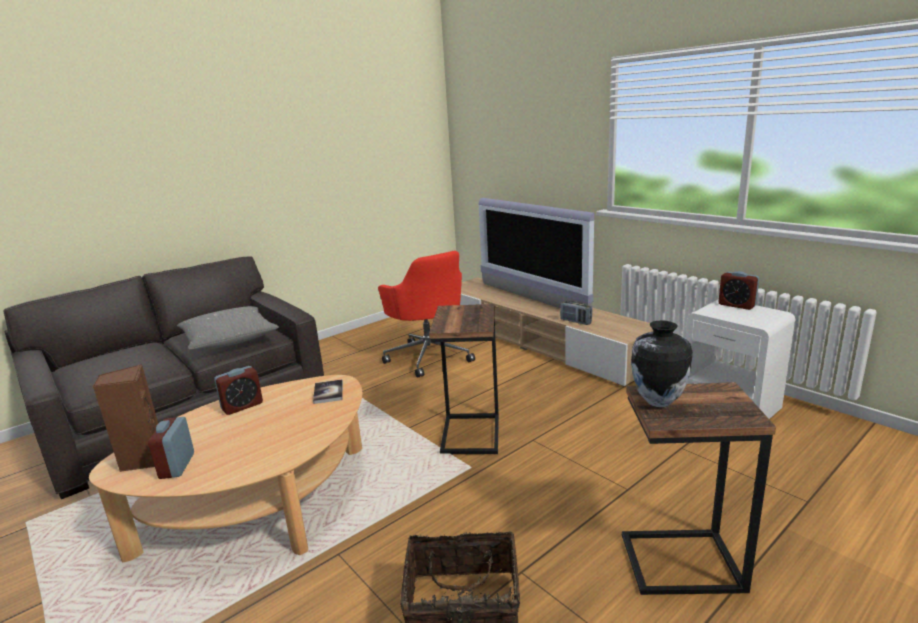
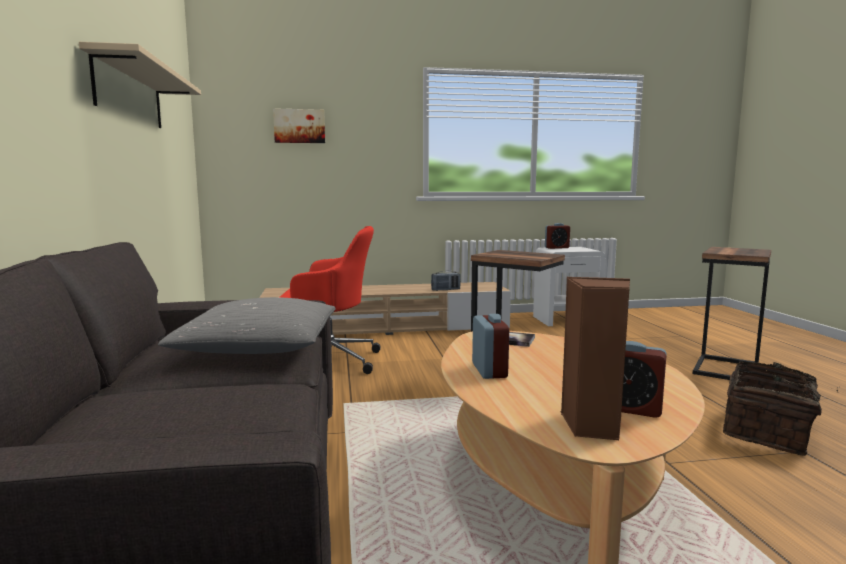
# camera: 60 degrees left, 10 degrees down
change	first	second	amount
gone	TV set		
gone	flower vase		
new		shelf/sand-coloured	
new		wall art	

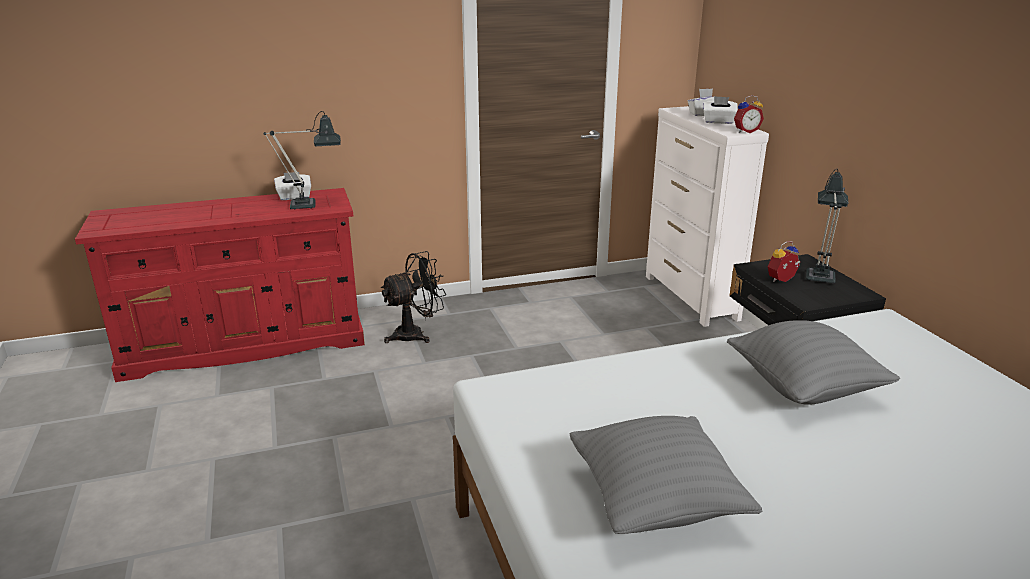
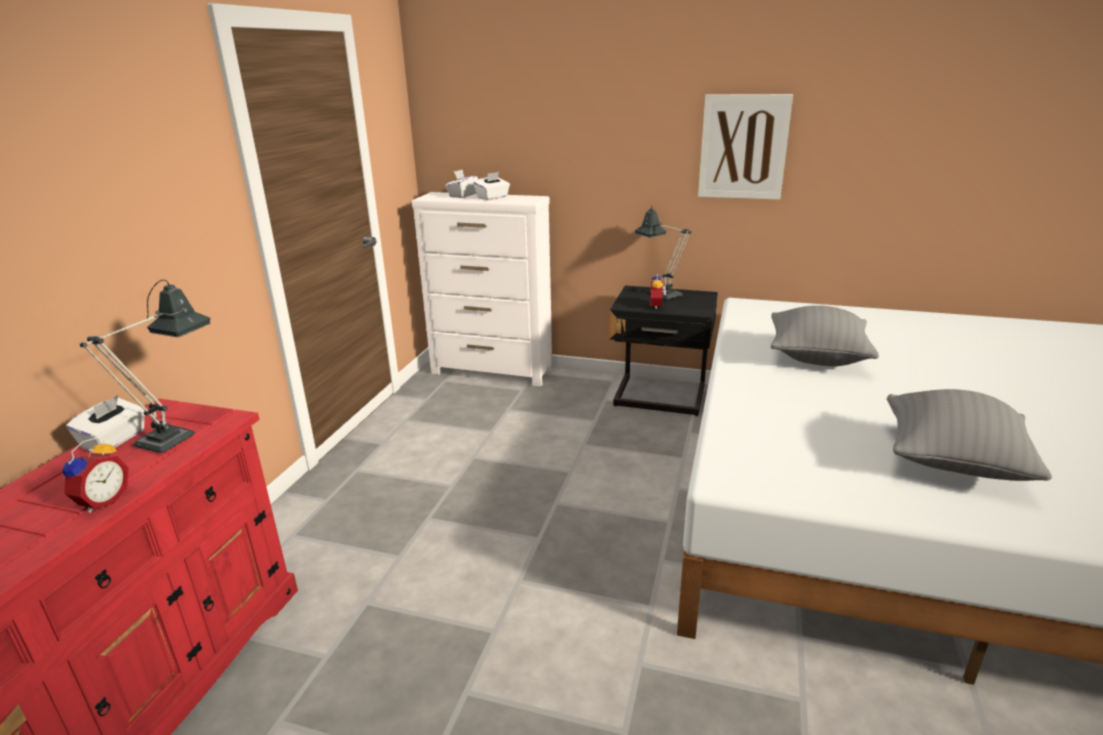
# camera: 55 degrees left, 0 degrees up
change	first	second	amount
shifted	alarm clock (no. 1 from left)		
gone	fan/blackish		
new		wall art	

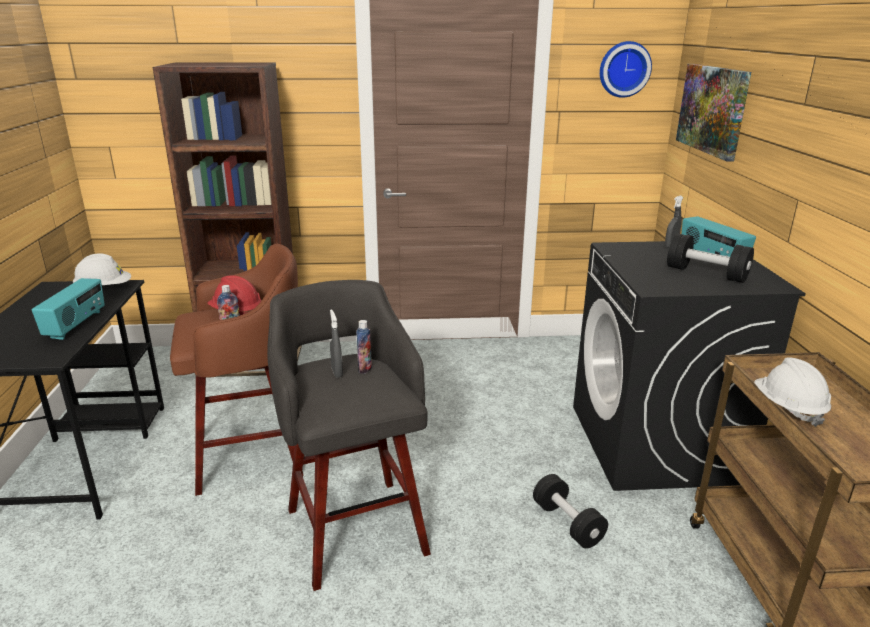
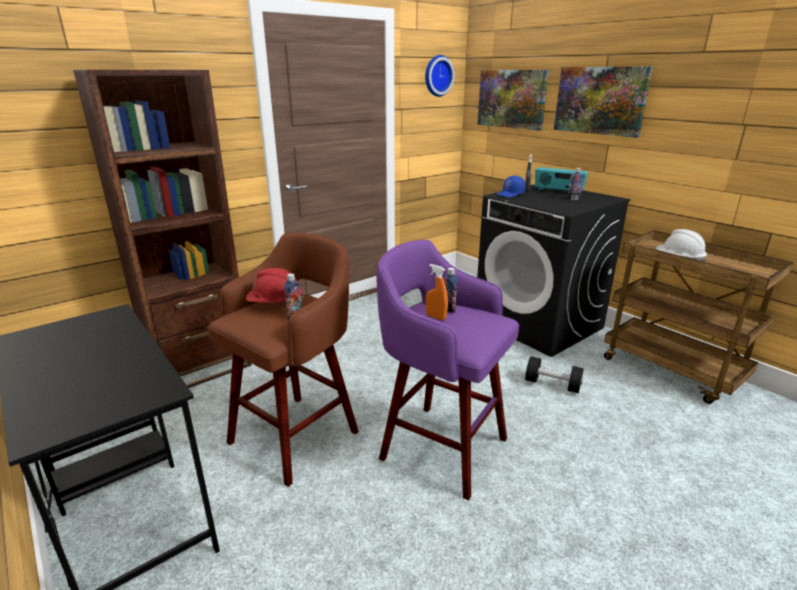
# camera: 35 degrees left, 0 degrees up
change	first	second	amount
swapped	dumbbell/blackish (no. 2 from left)	bottle (no. 3 from left)	
gone	hard hat/whitish (no. 1 from left)		
gone	radio set (no. 1 from left)		
repainted	stool seat/gray	stool seat/purplish	
repainted	sprayer/gray (no. 1 from left)	sprayer/orange	
new		wall art (no. 2 from left)	
new		peaked cap/blue-coloured	

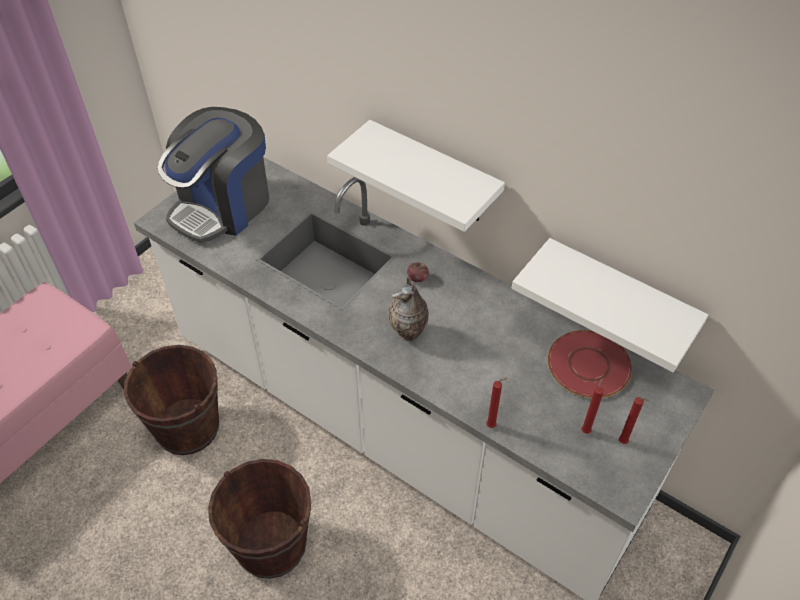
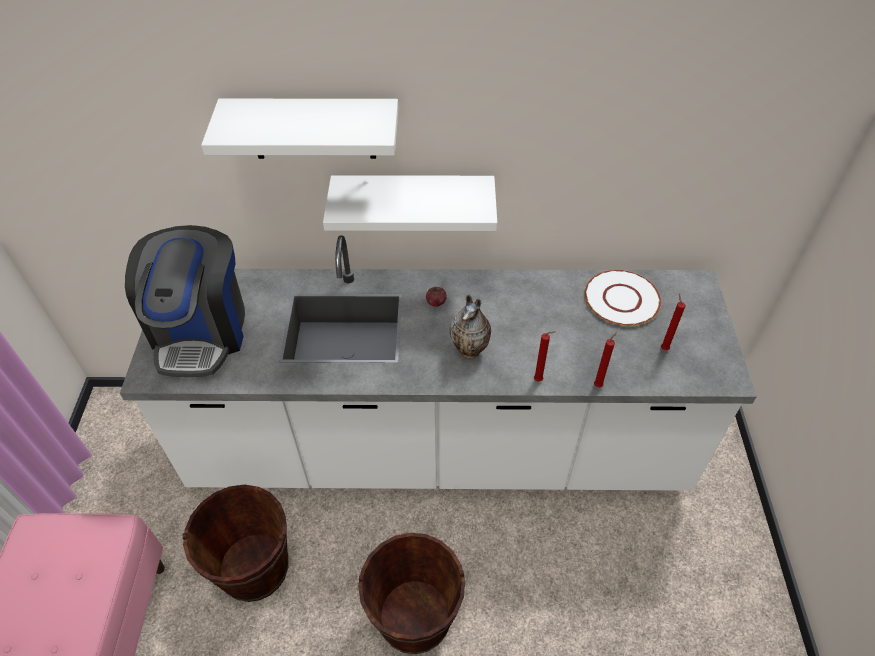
# camera: 35 degrees left, 0 degrees up
change	first	second	amount
shifted	shelf/whitish (no. 2 from left in the first image)	shelf/whitish (no. 1 from left)	
repainted	plate/red-coloured	plate/whitish	
shifted	wax light/red-coloured (no. 3 from left in the first image)	wax light/red-coloured (no. 1 from left)	

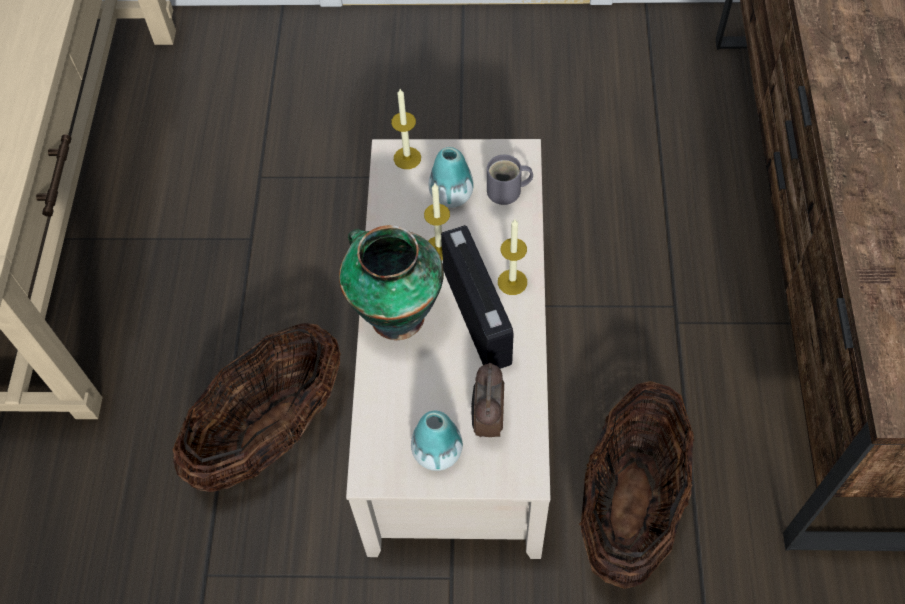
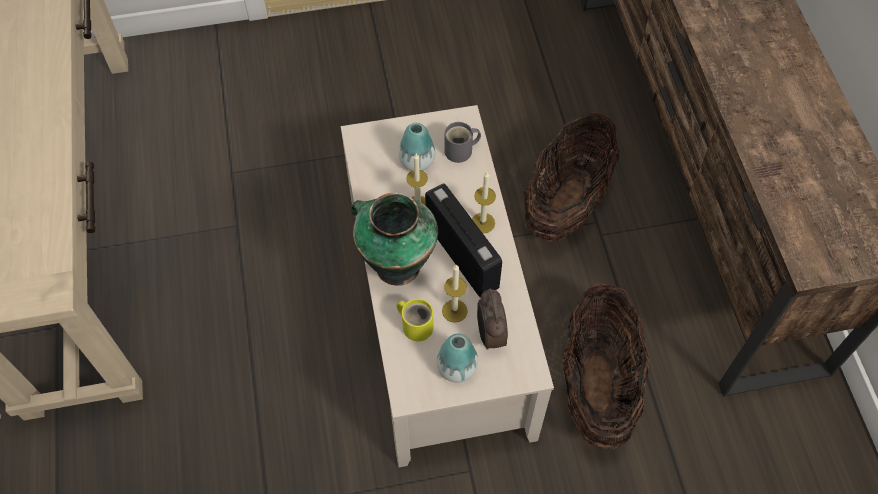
# camera: 15 degrees left, 0 degrees up
change	first	second	amount
shifted	wax light (no. 1 from left in the first image)	wax light (no. 2 from left)	
shifted	household basket (no. 1 from left)		
new		coffee mug/yellow	

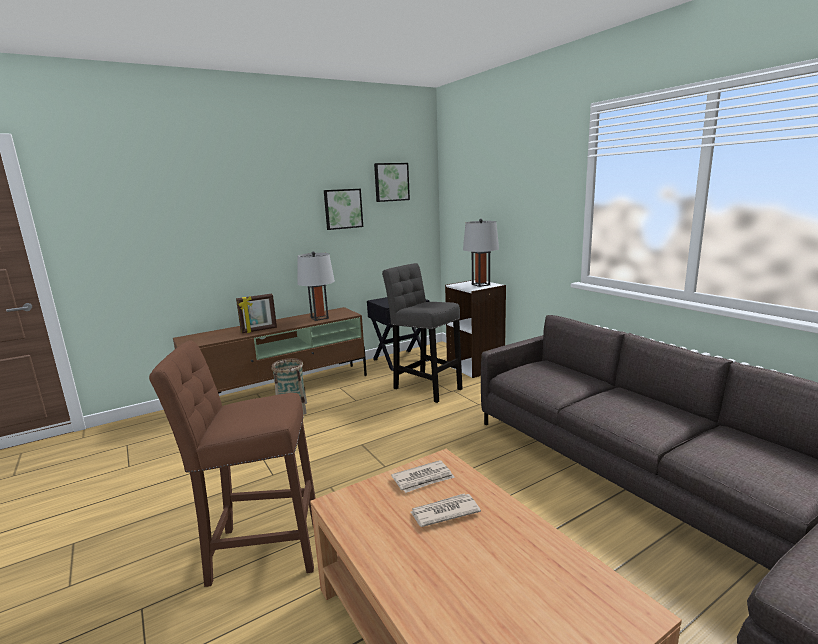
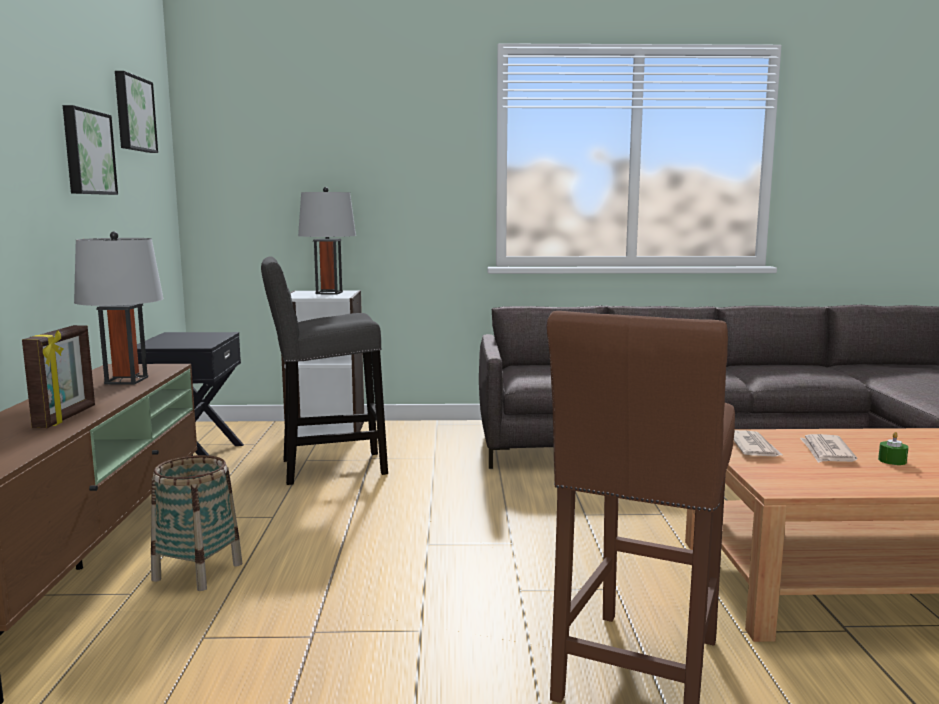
# camera: 60 degrees left, 5 degrees down
change	first	second	amount
new		wax light/green	

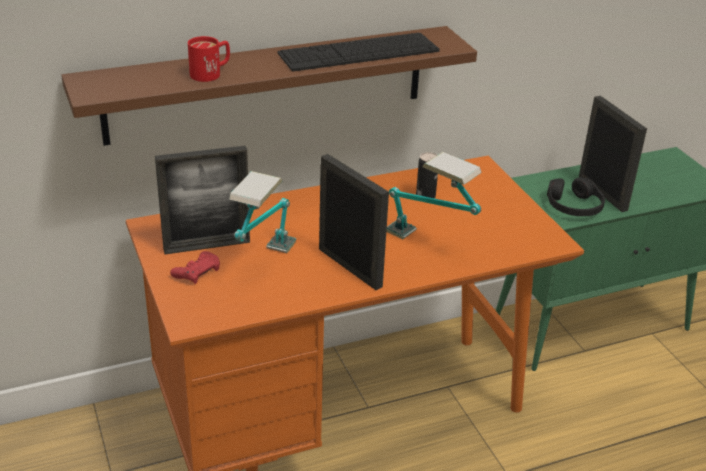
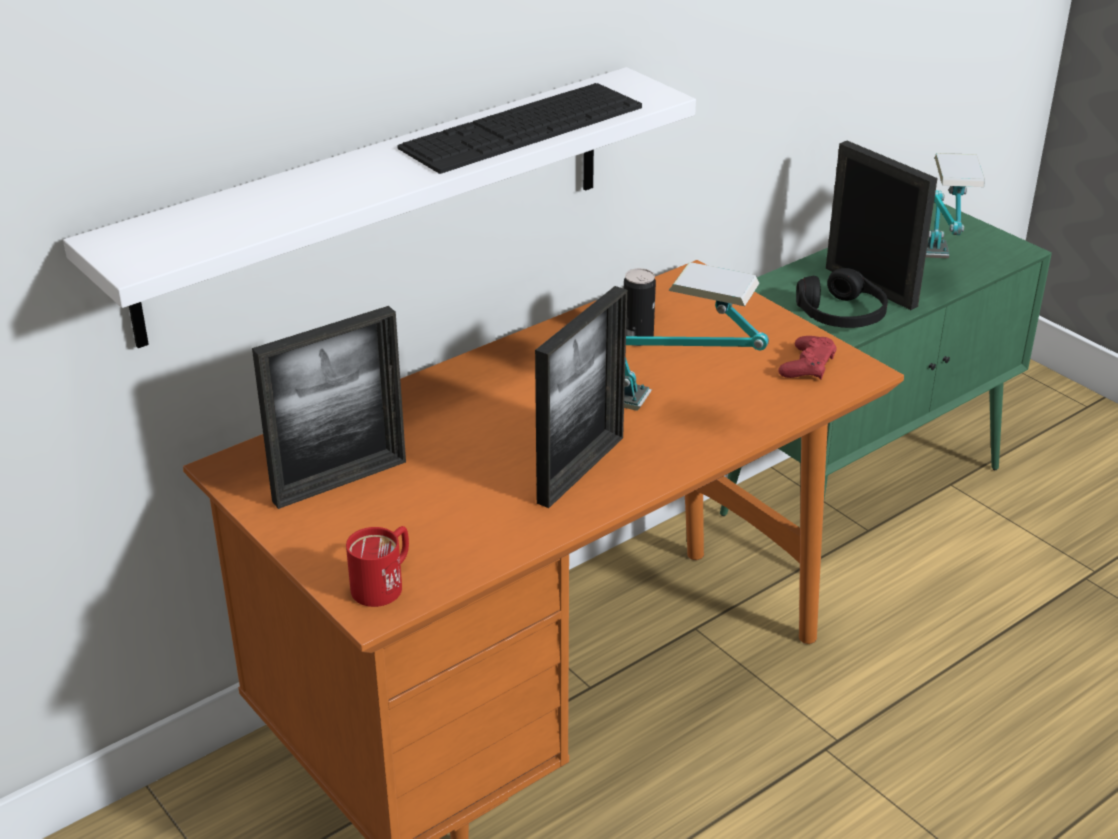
# camera: 15 degrees left, 0 degrees up
change	first	second	amount
repainted	shelf/brown	shelf/whitish	
shifted	coffee mug/red-coloured		
rotated	picture frame (no. 2 from left)		90 degrees clockwise
shifted	lamp for a table (no. 1 from left in the first image)	lamp for a table (no. 2 from left)	
shifted	game controller/red-coloured		

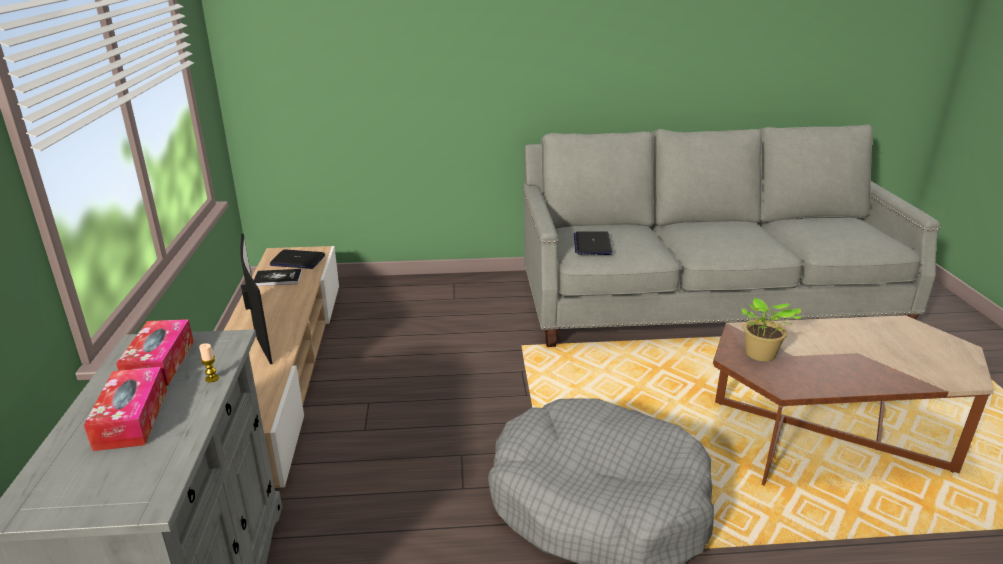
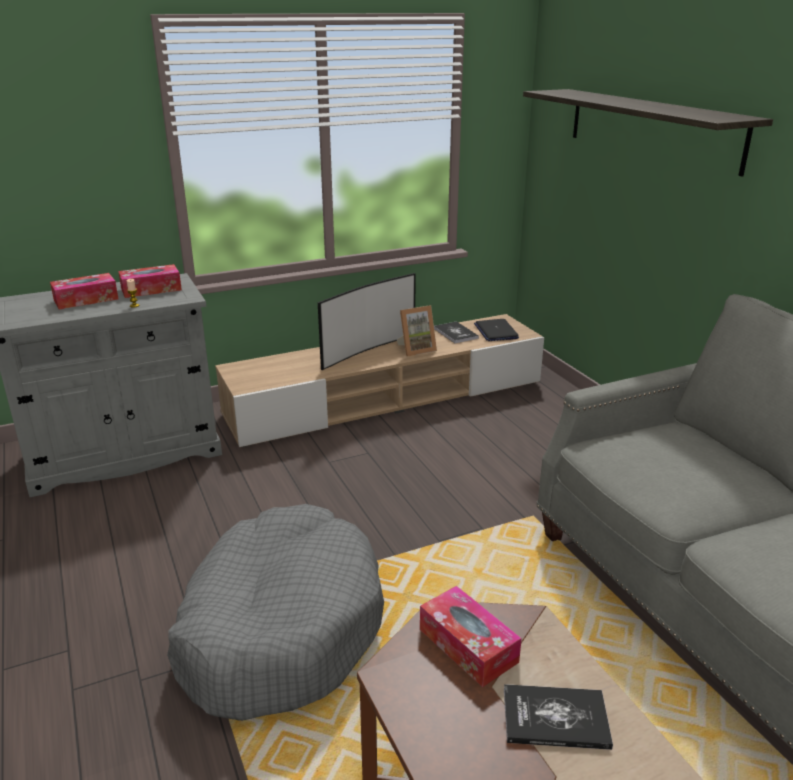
# camera: 70 degrees right, 0 degrees up
change	first	second	amount
gone	portable computer (no. 2 from left)		
swapped	plant in a pot	tissue box (no. 3 from left)	
new		shelf	
new		picture frame	
new		volume (no. 2 from left)	

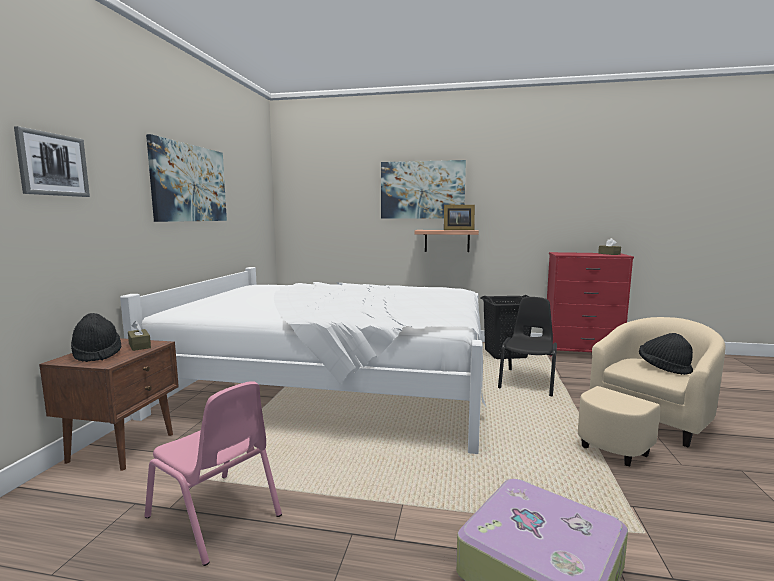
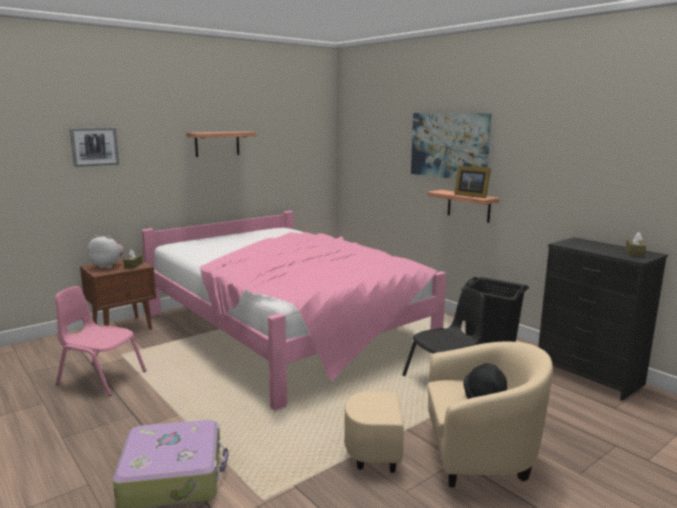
# camera: 40 degrees right, 5 degrees up
change	first	second	amount
swapped	wall art (no. 2 from left)	shelf (no. 1 from left)	
repainted	drawer chest/red-coloured	drawer chest/blackish	
repainted	bedroom bed/whitish	bedroom bed/pink-coloured	
swapped	clothing hat/blackish (no. 1 from left)	cuddly toy	
rotated	chair/pink-coloured		120 degrees clockwise

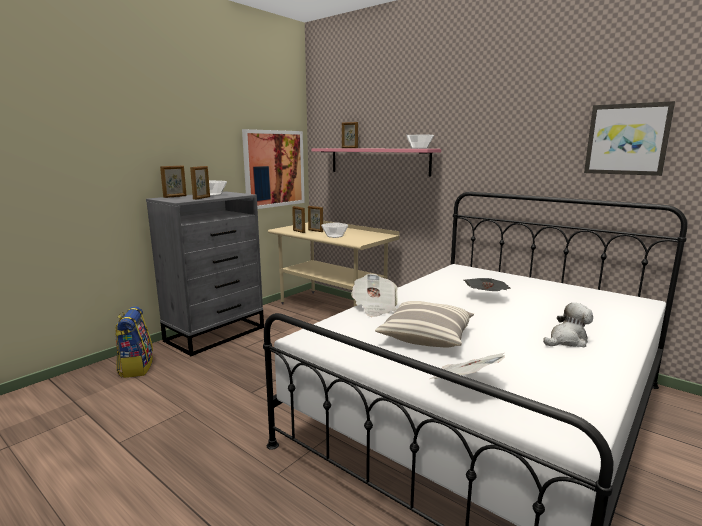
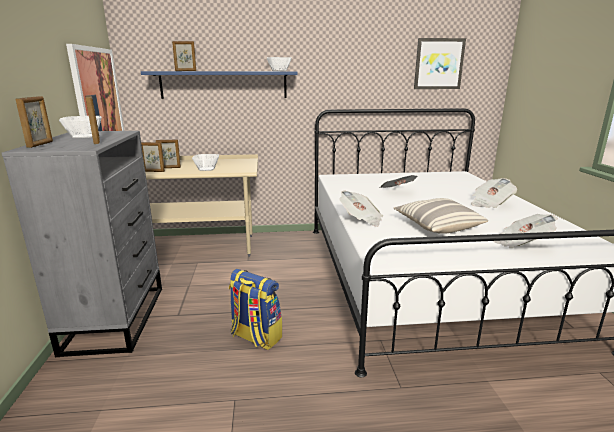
# camera: 45 degrees left, 5 degrees up
change	first	second	amount
repainted	shelf/pink-coloured	shelf/blue-coloured	
swapped	cuddly toy	printed paper (no. 3 from left)	
shifted	knapsack		

